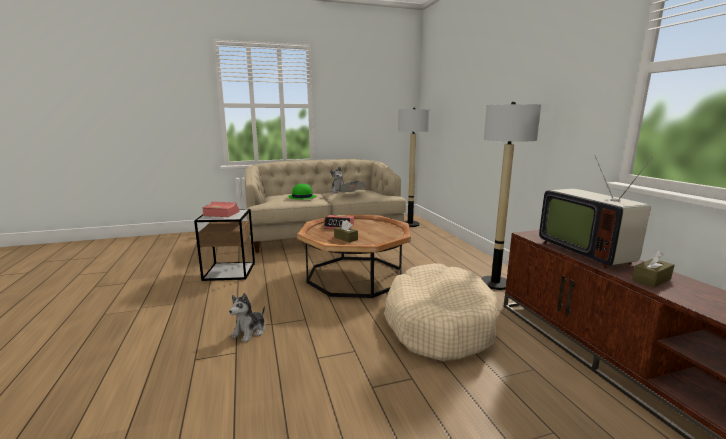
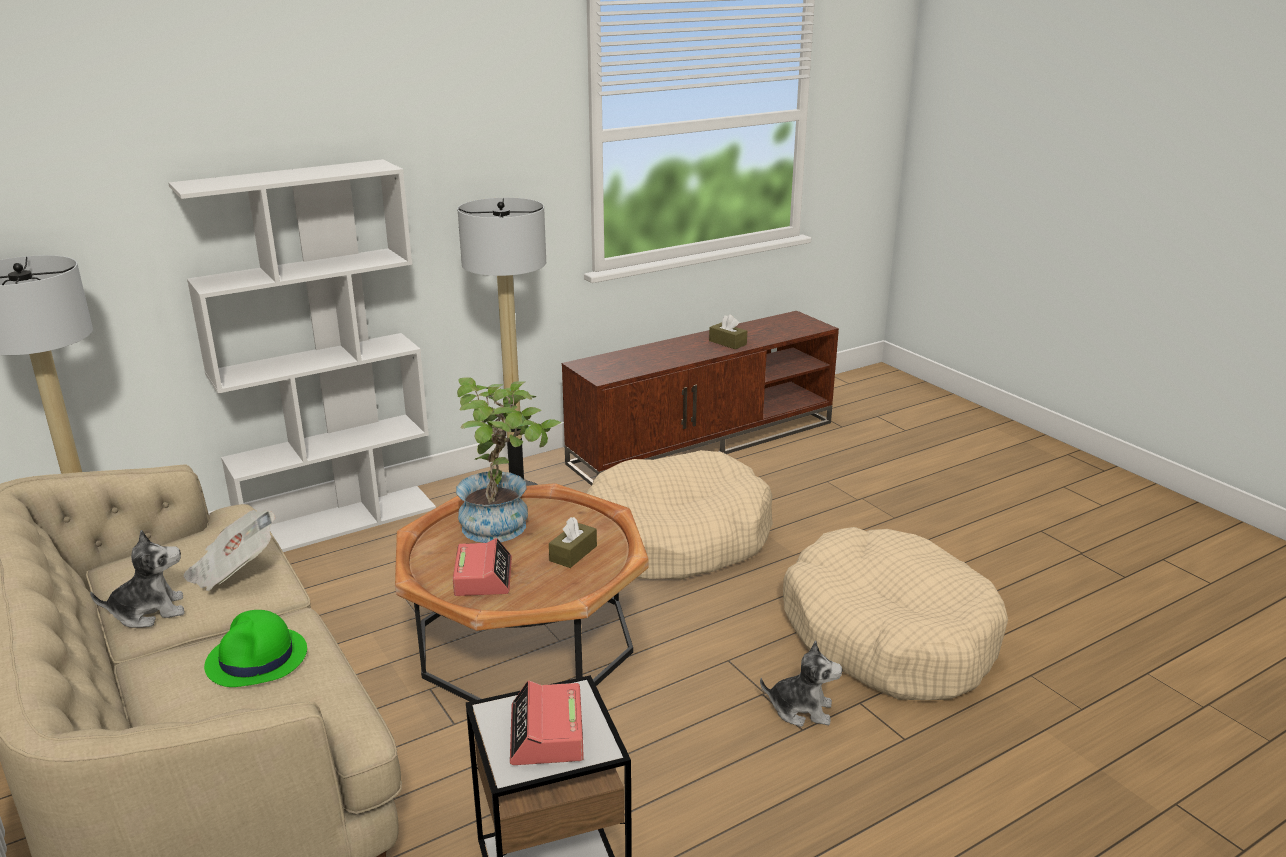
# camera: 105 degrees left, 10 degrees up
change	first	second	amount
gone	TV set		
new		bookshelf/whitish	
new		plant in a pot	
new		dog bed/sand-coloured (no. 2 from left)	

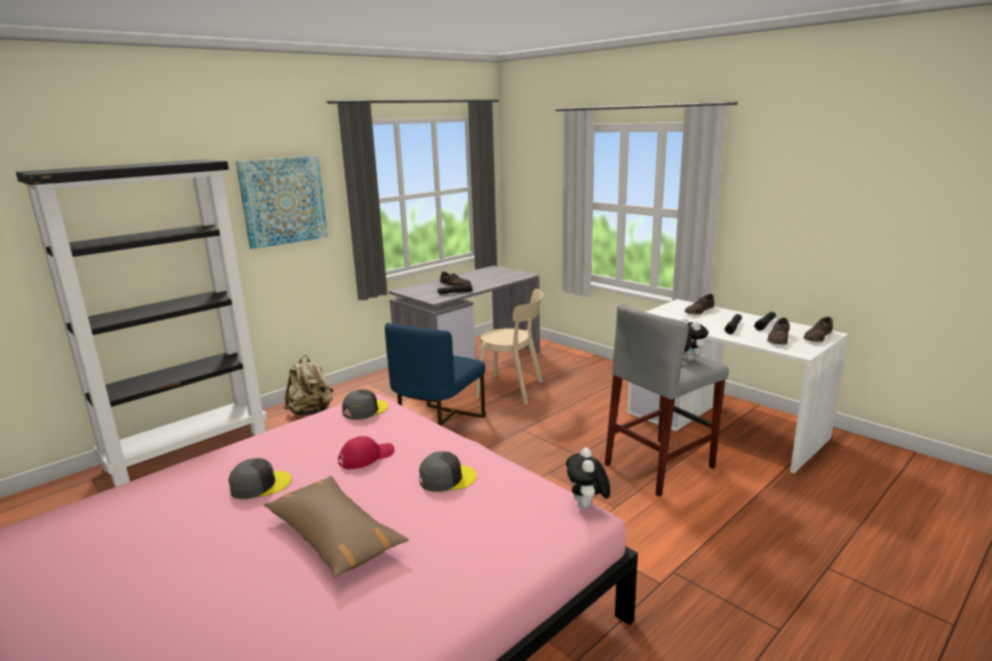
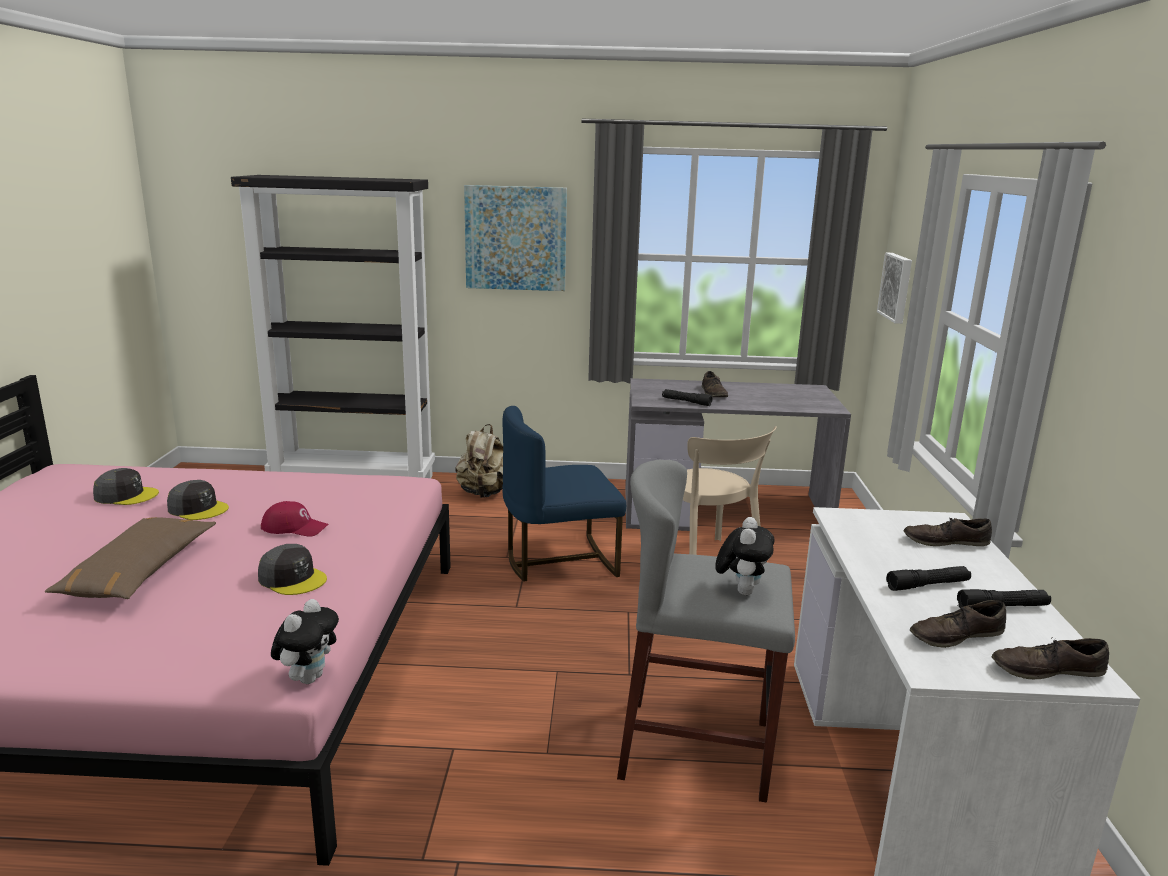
# camera: 45 degrees right, 0 degrees up
change	first	second	amount
shifted	peaked cap/gray (no. 2 from left in the first image)	peaked cap/gray (no. 1 from left)	
rotated	cuddly toy (no. 1 from left)		150 degrees clockwise
new		wall art (no. 2 from left)	

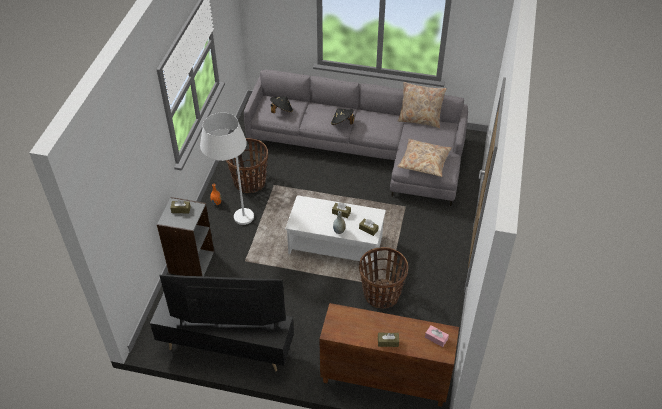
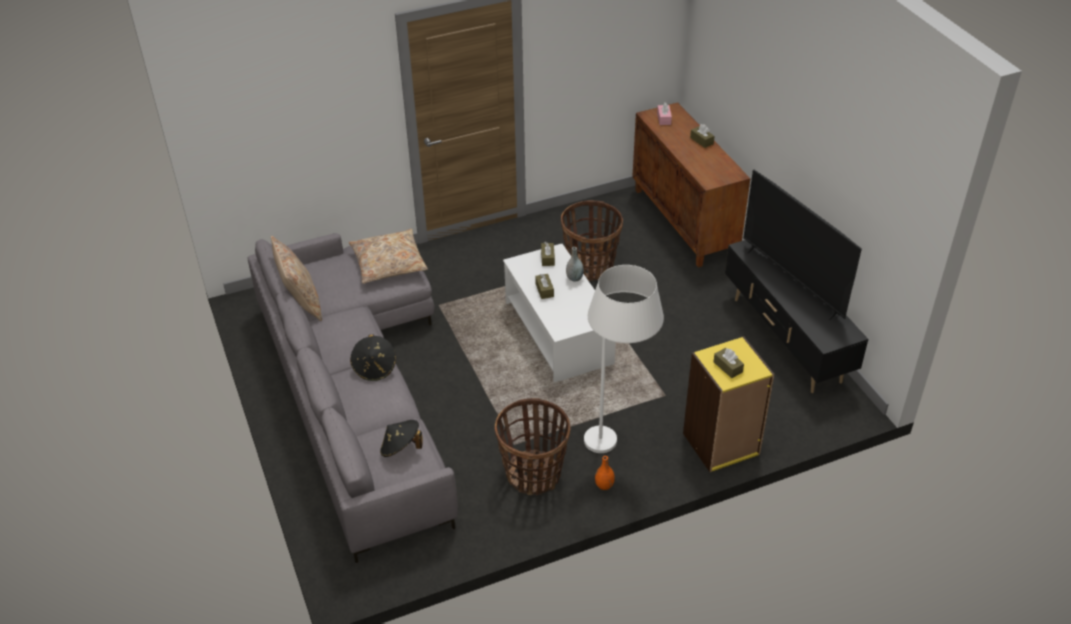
# camera: 125 degrees left, 5 degrees down
change	first	second	amount
repainted	bookshelf/gray	bookshelf/yellow	

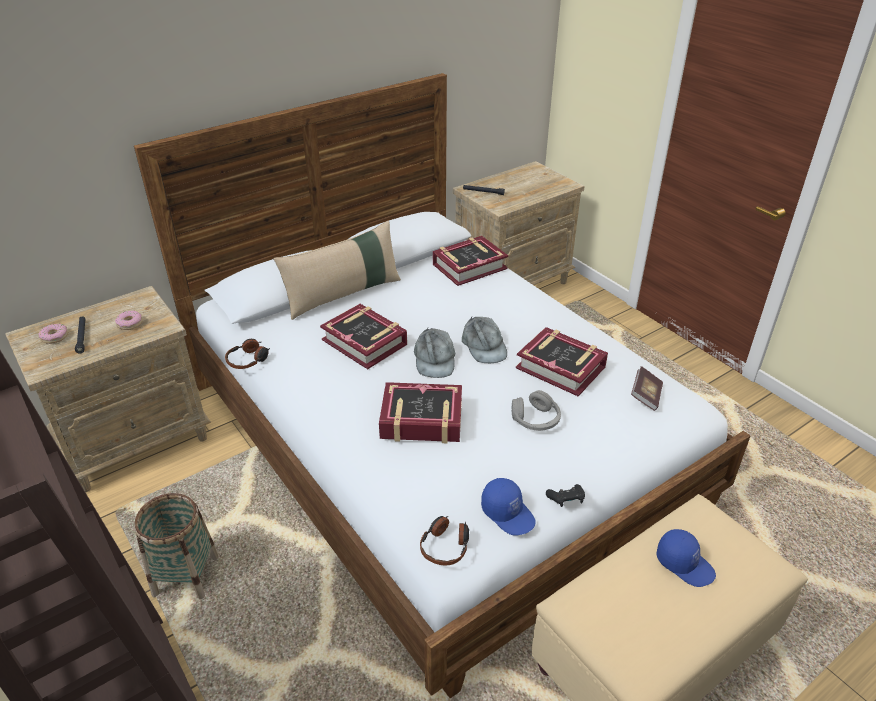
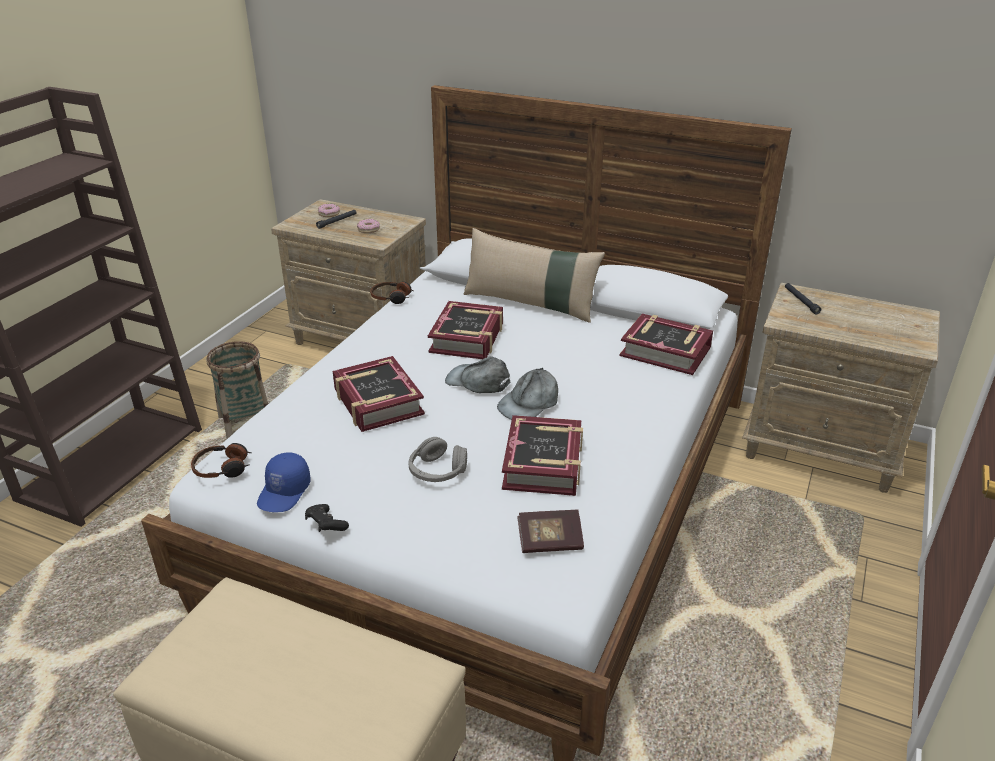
# camera: 60 degrees right, 5 degrees down
change	first	second	amount
rotated	peaked cap/gray (no. 1 from left)		60 degrees clockwise
gone	peaked cap/blue-coloured (no. 2 from left)		

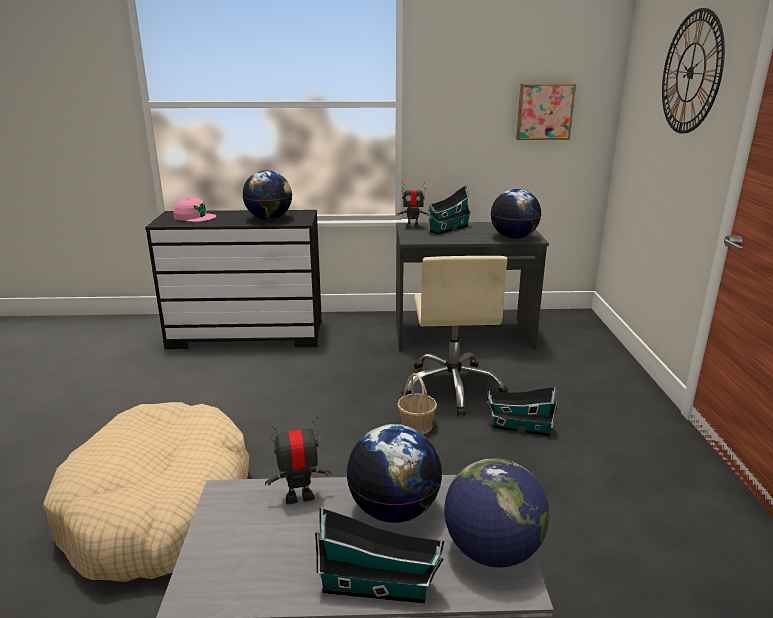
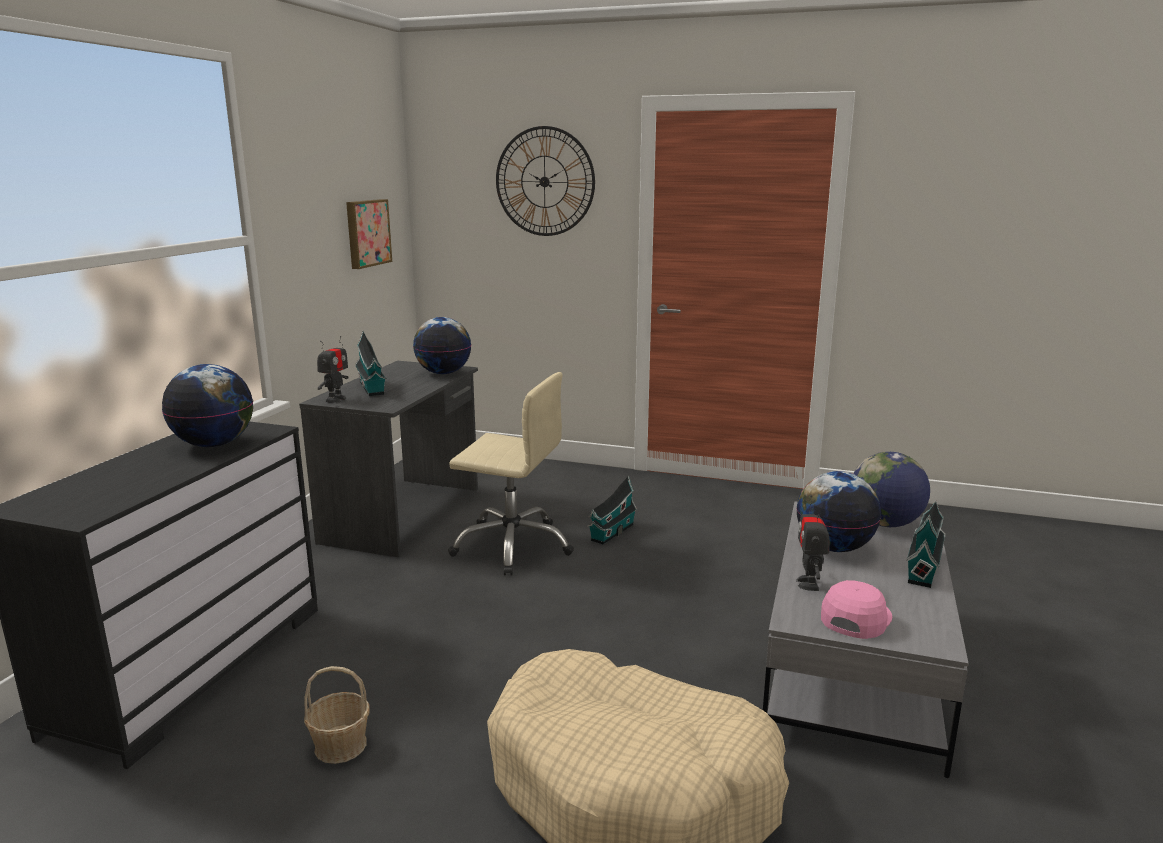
# camera: 70 degrees left, 5 degrees down
change	first	second	amount
shifted	peaked cap/pink-coloured		
shifted	household basket		

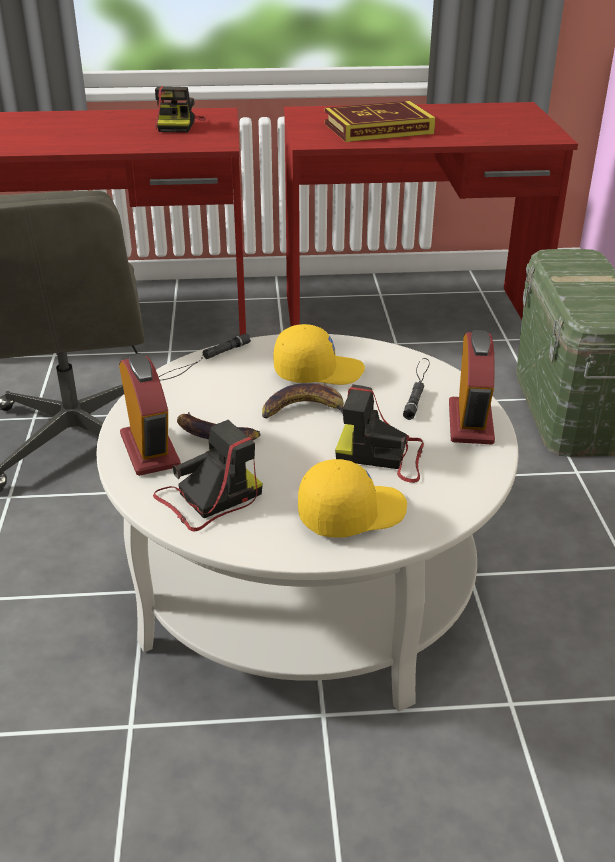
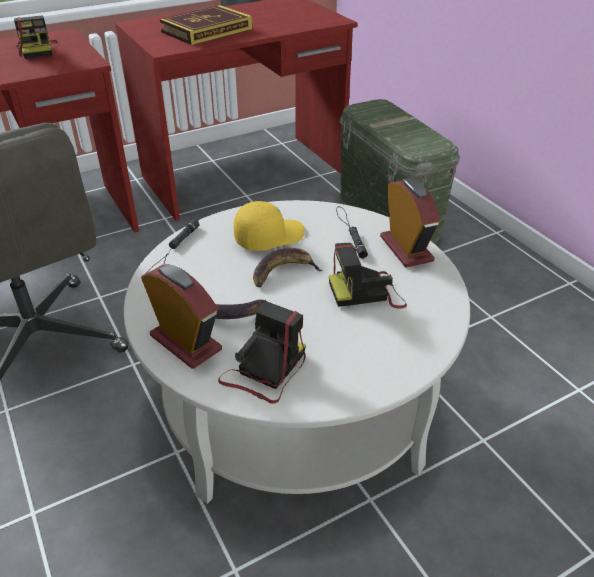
# camera: 25 degrees left, 5 degrees up
change	first	second	amount
gone	peaked cap/yellow (no. 2 from left)		

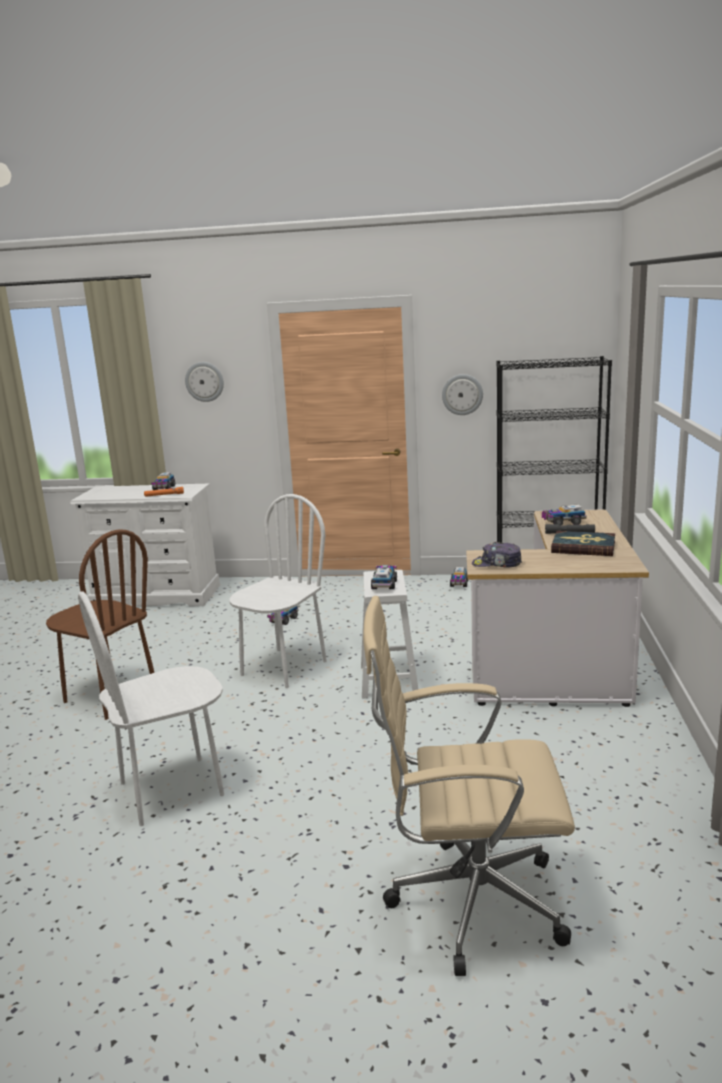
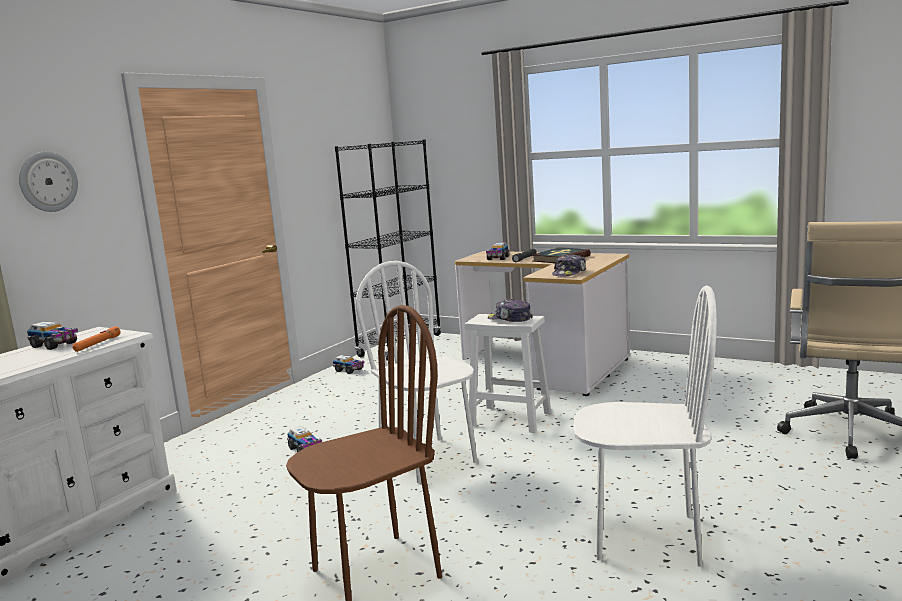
# camera: 65 degrees left, 5 degrees down
change	first	second	amount
gone	wall clock (no. 2 from left)		
swapped	toy truck (no. 3 from left)	peaked cap (no. 1 from left)	
rotated	chair/whitish (no. 1 from left in the first image)	chair/whitish (no. 2 from left)	75 degrees counterclockwise

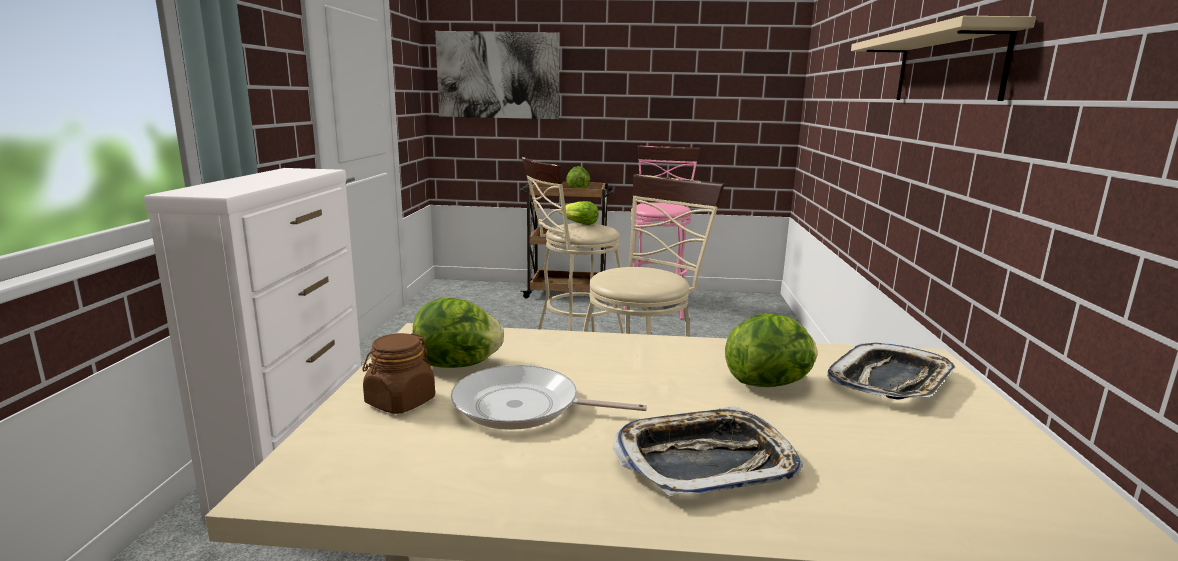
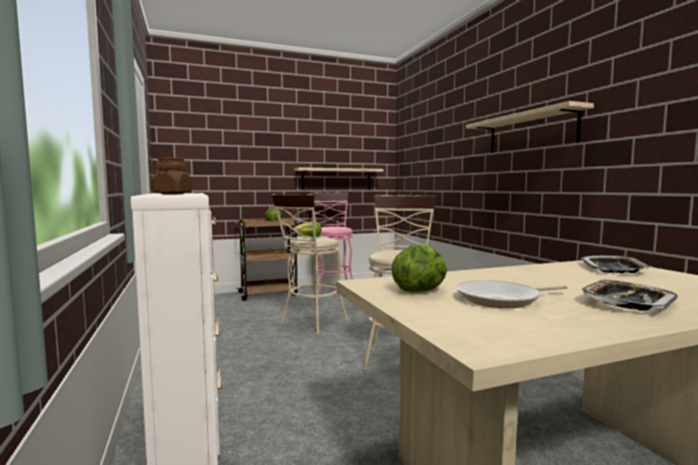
# camera: 25 degrees left, 10 degrees down
change	first	second	amount
gone	wall art		
gone	head of lettuce (no. 4 from left)		
shifted	storage jar/brown		
new		shelf/sand-coloured (no. 1 from left)	

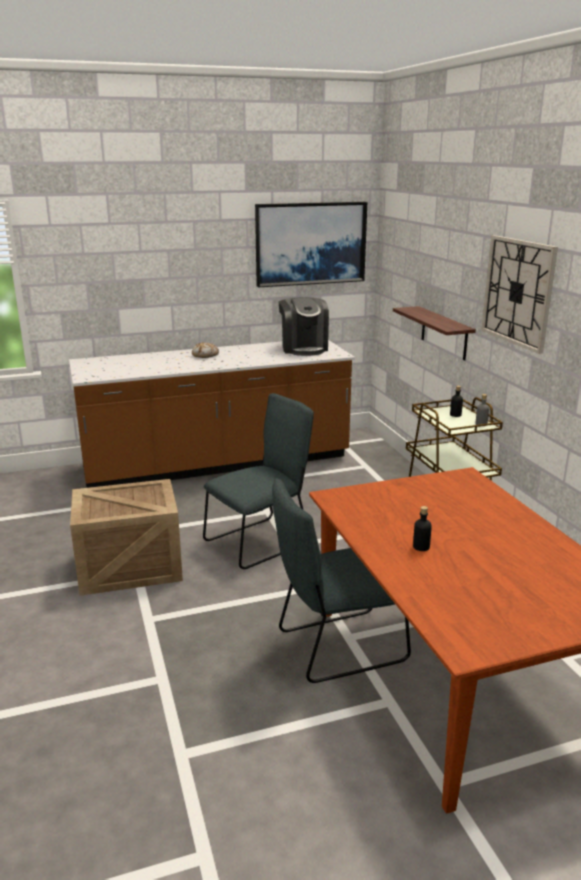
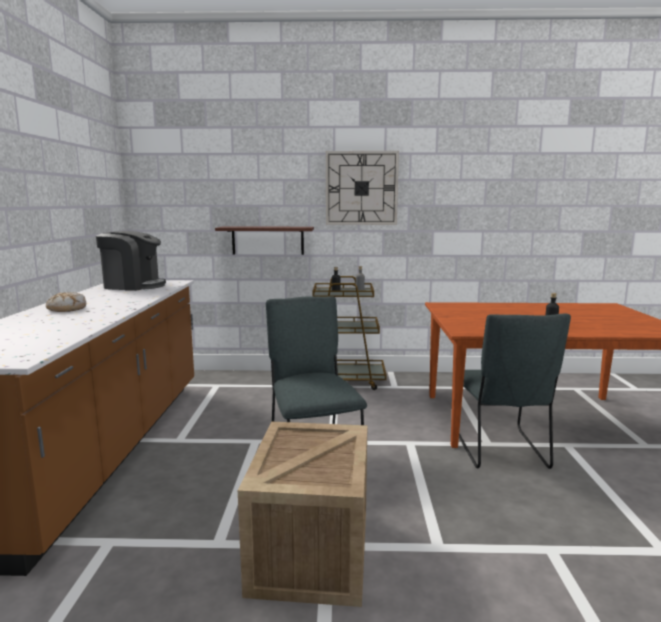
# camera: 70 degrees left, 10 degrees down
change	first	second	amount
gone	wall art		

